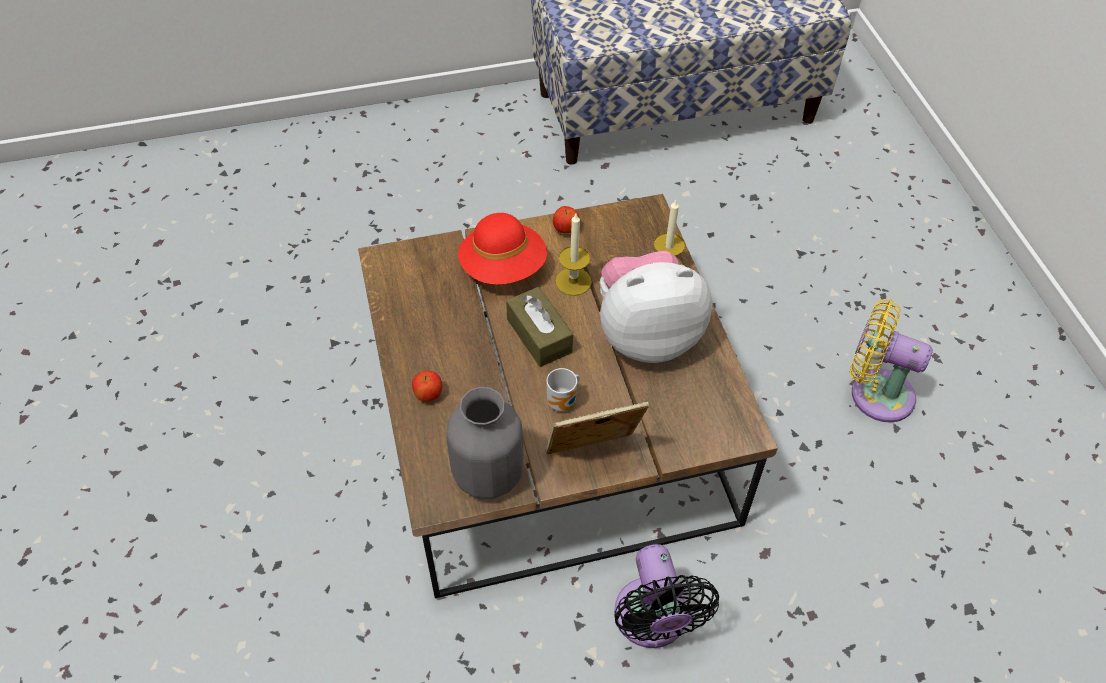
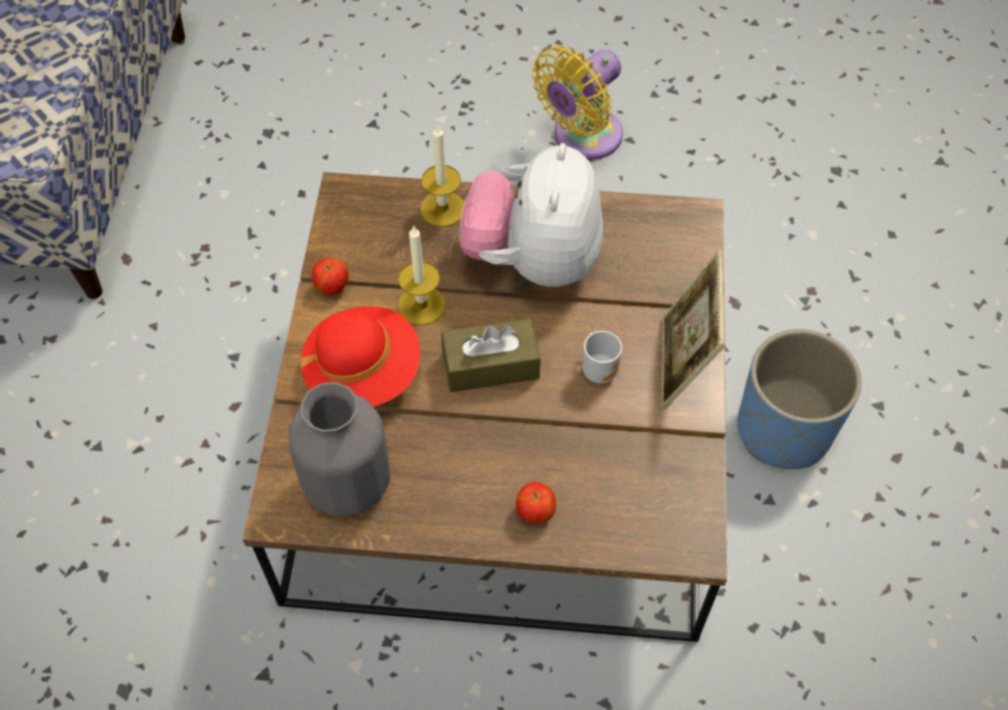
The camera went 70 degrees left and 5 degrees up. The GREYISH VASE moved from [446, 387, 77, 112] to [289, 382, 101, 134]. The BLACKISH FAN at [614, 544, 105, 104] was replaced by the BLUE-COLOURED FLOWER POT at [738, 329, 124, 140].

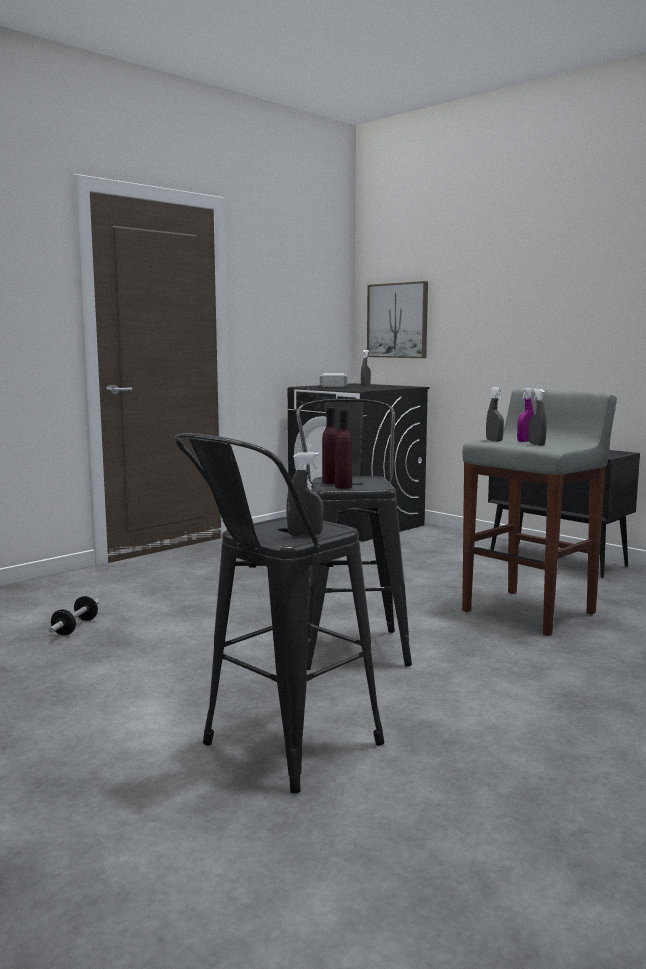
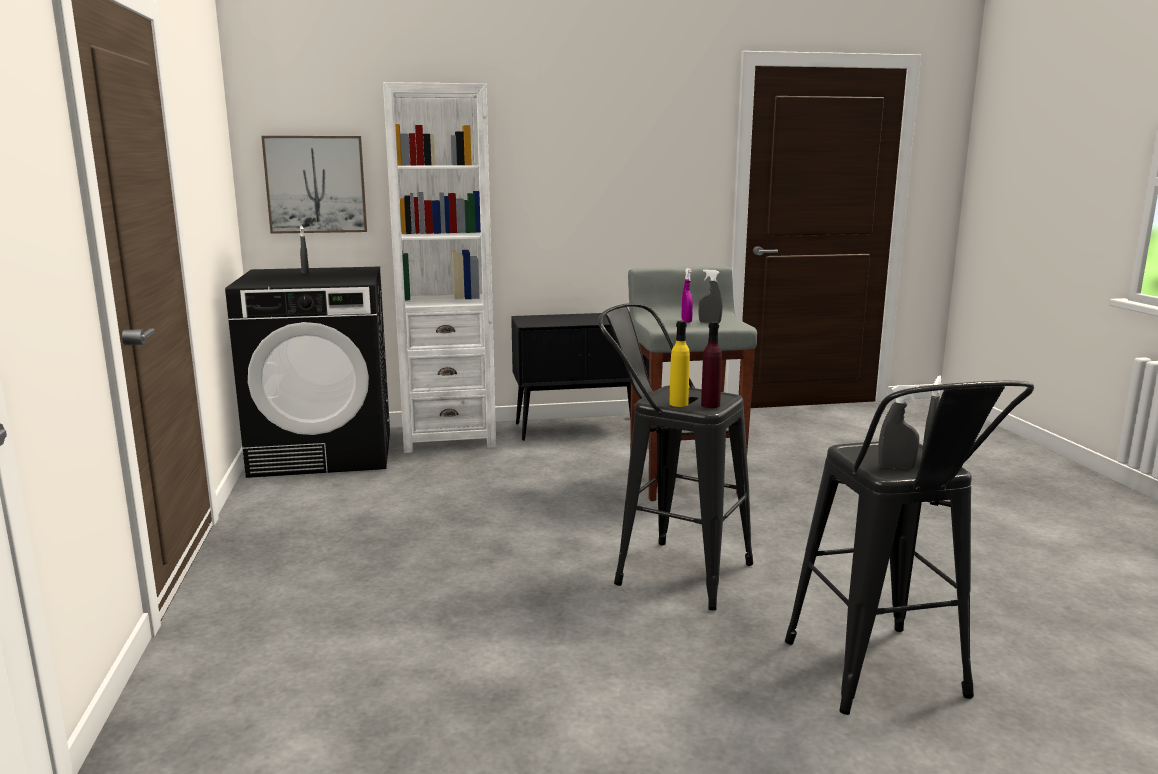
The camera went 55 degrees left and 5 degrees up. The FREE WEIGHT at [48, 596, 51, 39] disappeared. The TOOL HAMMER at [320, 373, 28, 14] disappeared. The WHITISH BOOKSHELF at [383, 82, 113, 371] appeared. The GREYISH SPRAYER moved from [486, 387, 18, 55] to [878, 385, 42, 85]. The PURPLISH BEVERAGE BOTTLE at [322, 408, 16, 76] became the YELLOW BEVERAGE BOTTLE at [669, 321, 21, 86].

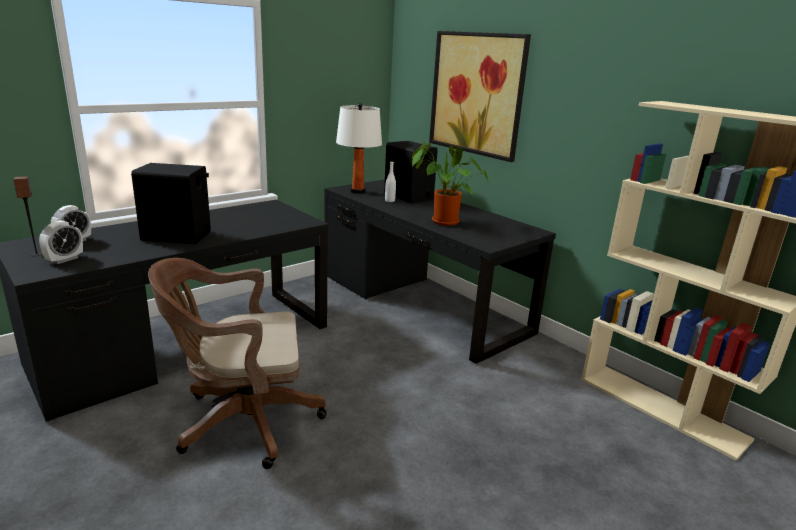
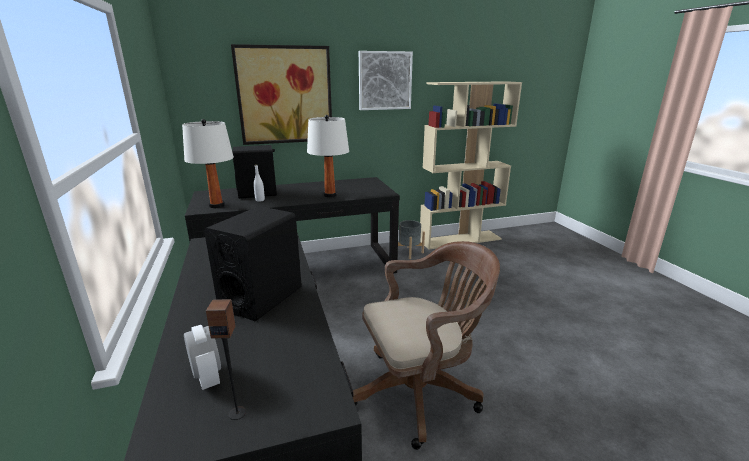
The camera went 65 degrees left and 0 degrees up. The BEDSIDE CLOCK at [39, 220, 44, 44] disappeared. The WALL PICTURE at [359, 51, 54, 59] appeared. The GREYISH FLOWER POT at [398, 220, 27, 39] appeared. The HOUSEPLANT at [412, 142, 76, 84] was replaced by the WHITISH TABLETOP LAMP at [307, 115, 42, 82]. The BROWN-COLOURED OFFICE CHAIR at [148, 258, 179, 211] turned 120 degrees counterclockwise.

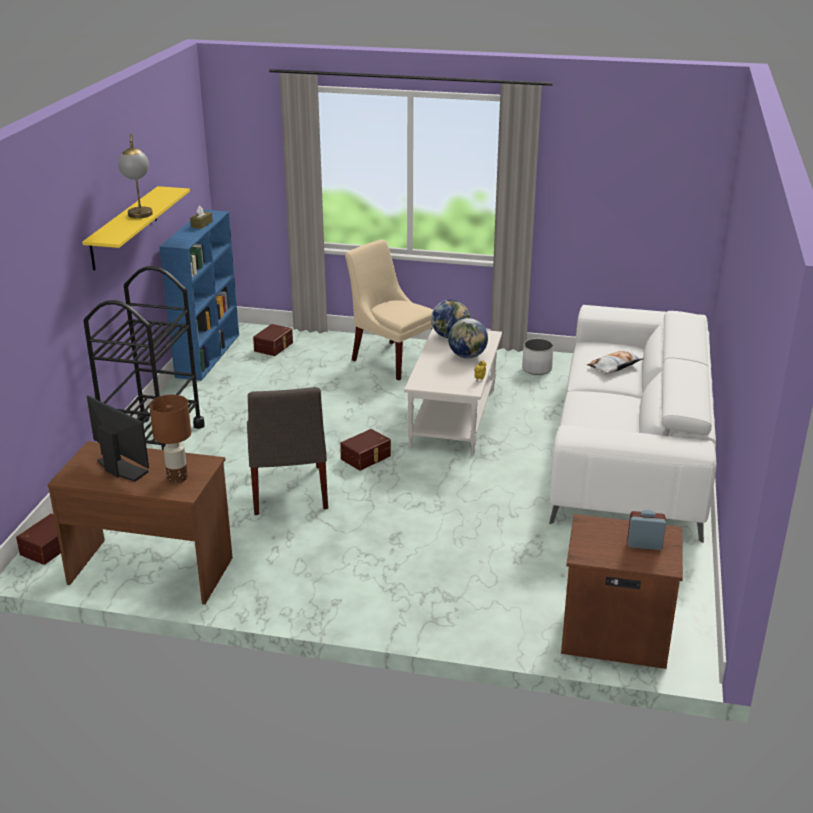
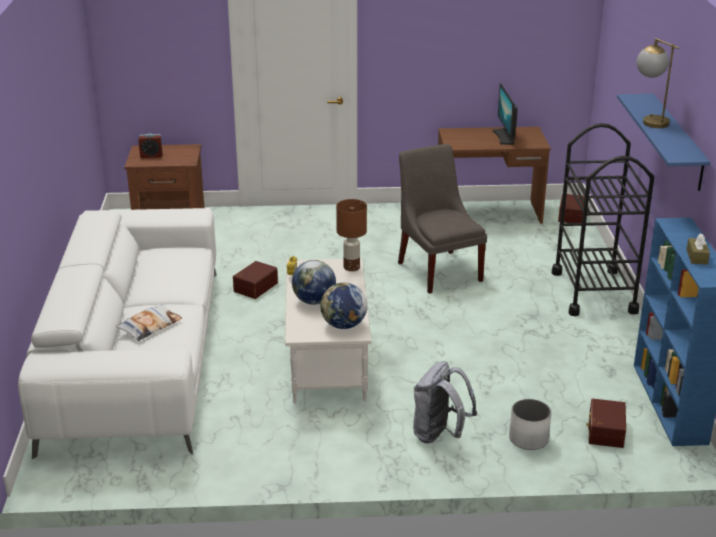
The camera went 165 degrees right and 0 degrees up. The BROWN-COLOURED TABLETOP LAMP moved from [149, 395, 42, 88] to [336, 199, 31, 72]. The BROWN-COLOURED STORAGE BOX moved from [340, 429, 51, 42] to [233, 261, 45, 38]. The WHITISH FLOWER POT moved from [522, 339, 31, 36] to [509, 399, 42, 51]. The BEIGE PLAIN CHAIR at [345, 239, 88, 141] was replaced by the GREYISH KNAPSACK at [413, 361, 64, 82]. The YELLOW BRACKET SHELF at [82, 186, 108, 84] became the BLUE-COLOURED BRACKET SHELF at [617, 94, 93, 97]. The COMPUTER SCREEN at [87, 395, 62, 87] turned 60 degrees clockwise.

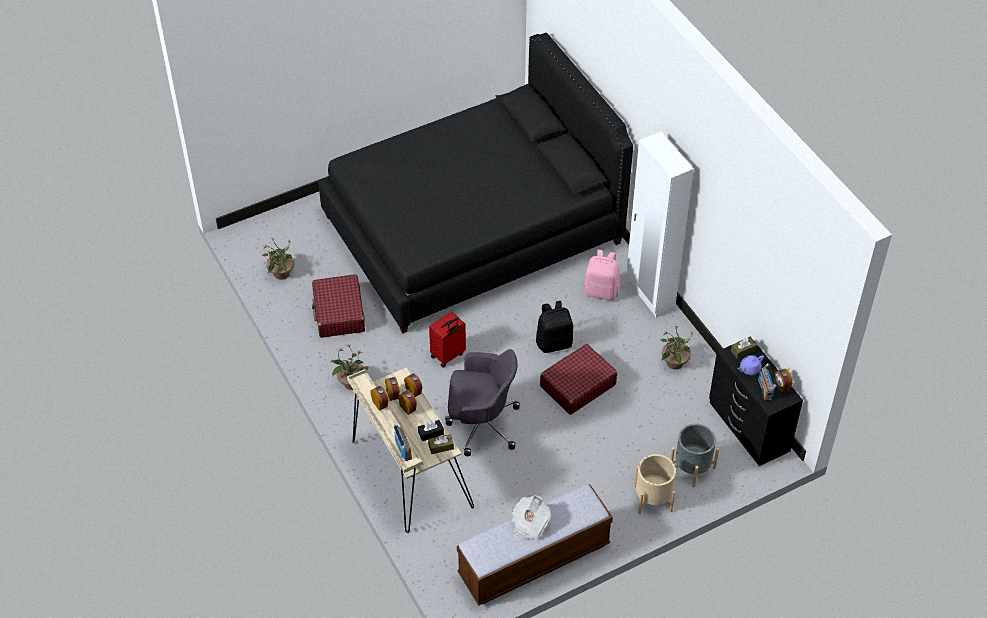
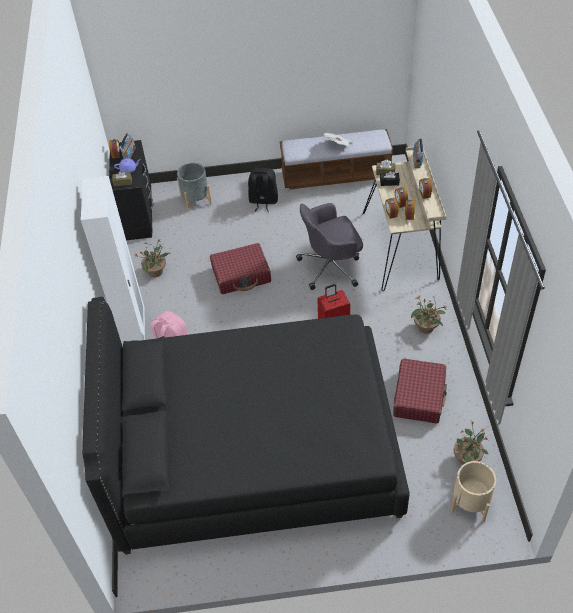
The camera went 155 degrees left and 0 degrees up. The BLACKISH KNAPSACK moved from [536, 301, 37, 52] to [248, 168, 30, 44]. The BEIGE FLOWER POT moved from [634, 454, 42, 60] to [451, 461, 45, 61]. The GREYISH OFFICE CHAIR at [445, 349, 75, 107] turned 45 degrees counterclockwise.

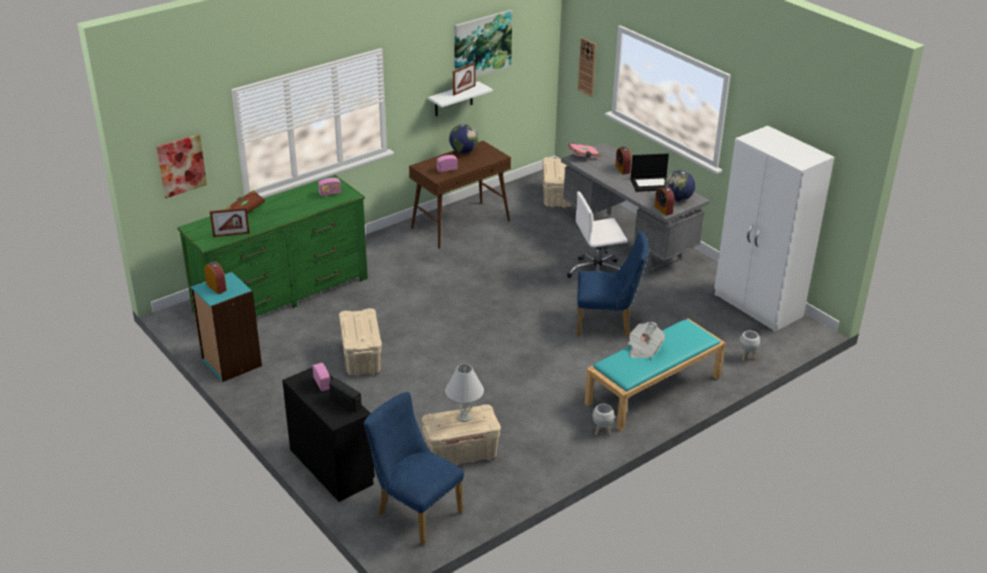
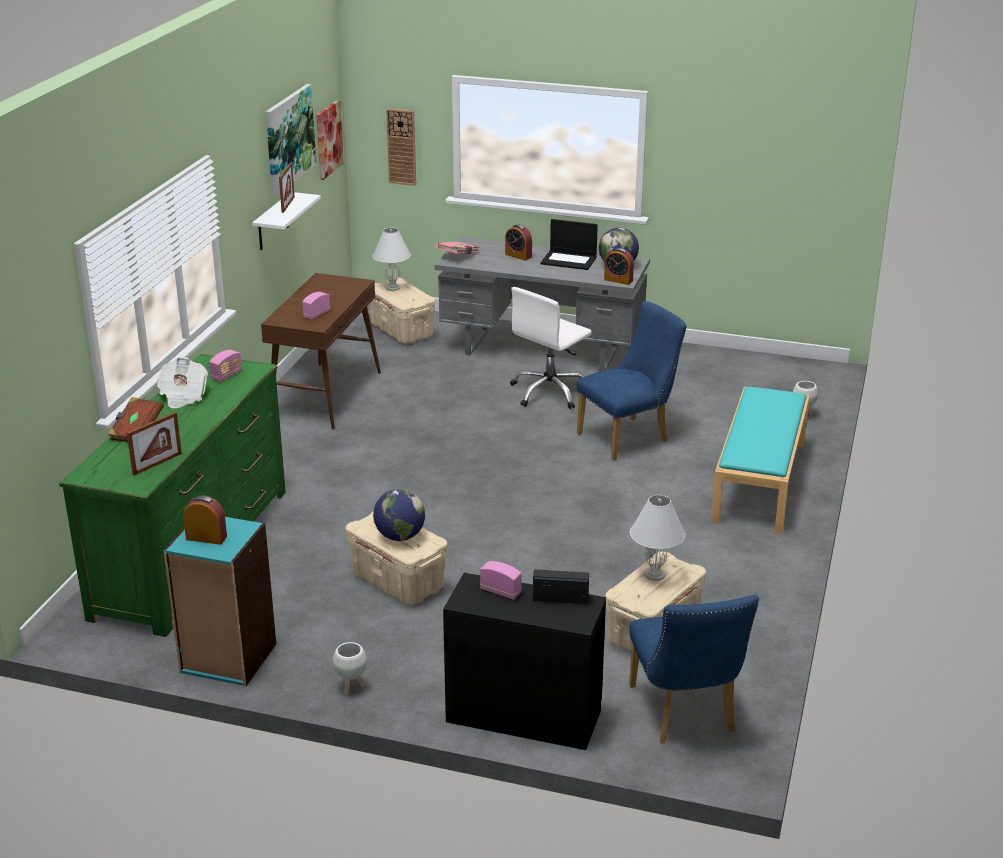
The camera went 35 degrees left and 5 degrees down. The WHITISH WARDROBE at [714, 126, 120, 206] disappeared. The WHITISH TABLETOP LAMP at [373, 227, 38, 64] appeared. The WALL PICTURE moved from [156, 134, 51, 64] to [316, 100, 28, 80]. The DESK GLOBE moved from [449, 124, 29, 30] to [373, 489, 52, 52]. The WHITISH FLOWER POT moved from [592, 404, 22, 31] to [333, 642, 34, 53]. The NEWSPAPER moved from [628, 322, 37, 36] to [156, 357, 52, 52]. The BLUE-COLOURED PLAIN CHAIR at [364, 392, 100, 153] turned 105 degrees counterclockwise. The NOTEBOOK COMPUTER at [631, 153, 38, 39] turned 60 degrees clockwise.

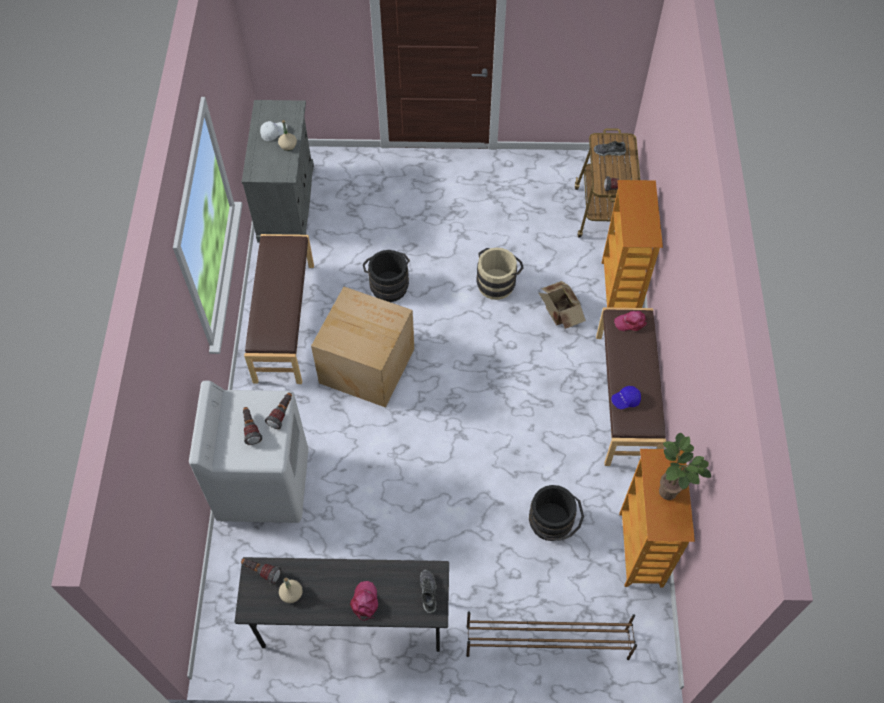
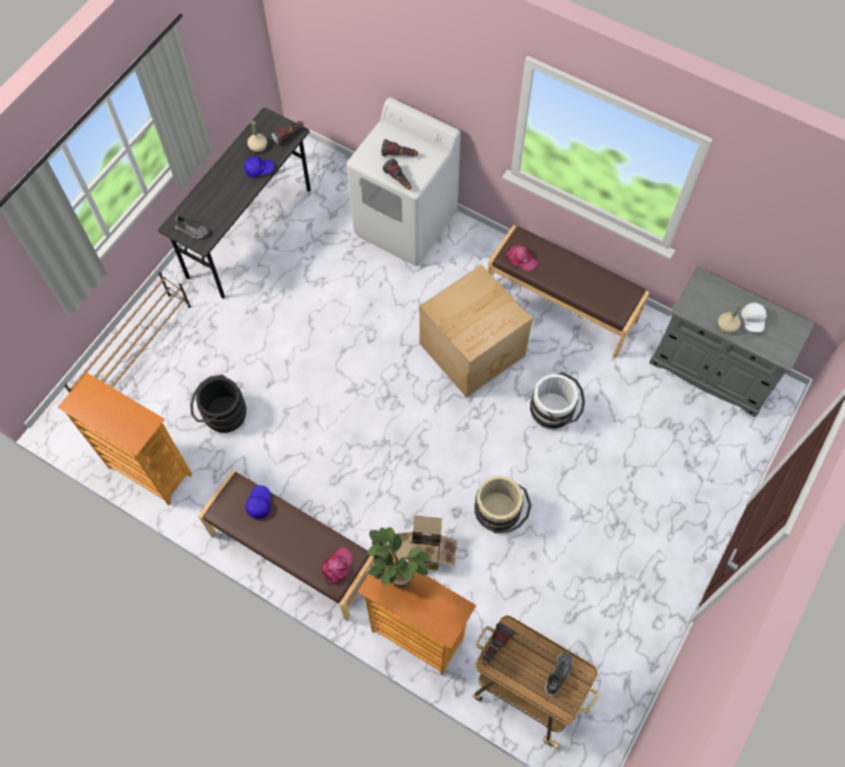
The camera went 120 degrees right and 5 degrees up. The BLUE-COLOURED PEAKED CAP at [244, 156, 30, 22] appeared. The PINK-COLOURED PEAKED CAP moved from [350, 581, 28, 40] to [505, 244, 33, 27]. The HOUSEPLANT moved from [659, 433, 52, 67] to [368, 527, 61, 62]. The BLACKISH PAIL at [363, 250, 47, 52] became the WHITISH PAIL at [530, 372, 55, 58].

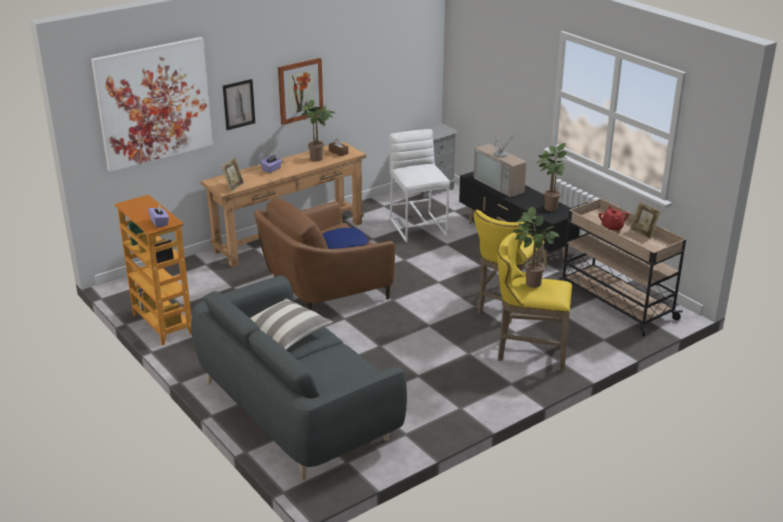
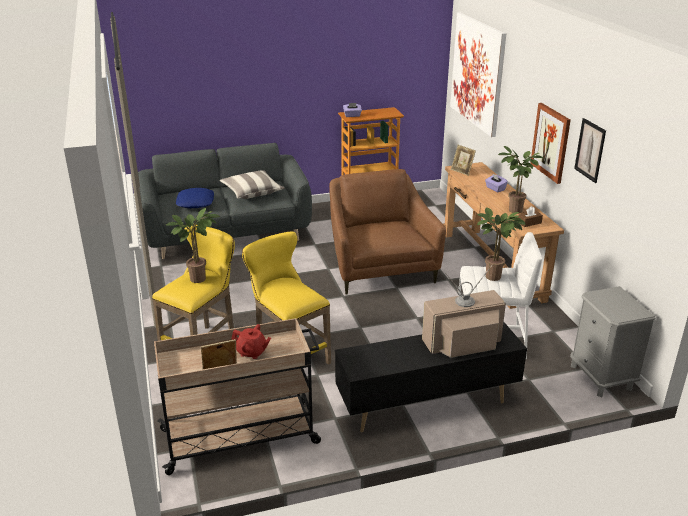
The camera went 110 degrees right and 0 degrees up. The WALL PICTURE moved from [223, 79, 32, 51] to [574, 118, 32, 65]. The BLUE-COLOURED PILLOW moved from [322, 228, 47, 21] to [176, 188, 38, 20]. The HOUSEPLANT moved from [536, 143, 34, 68] to [477, 207, 49, 74].

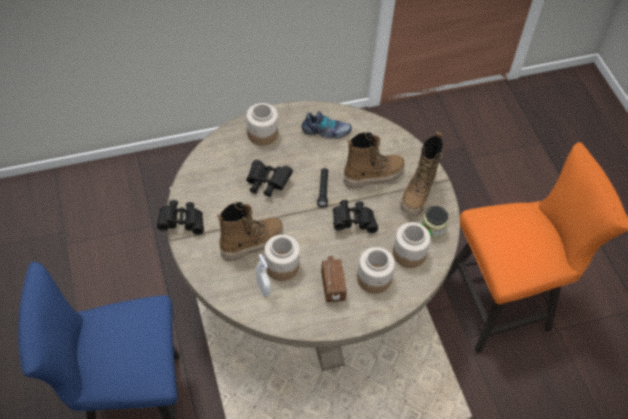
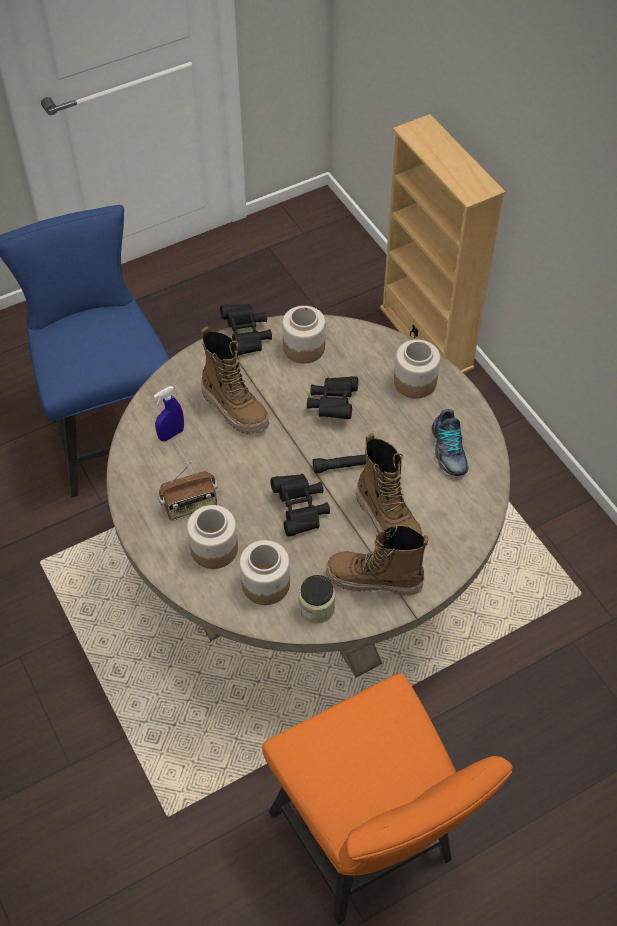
The camera went 80 degrees right and 0 degrees up. The BEIGE BOOKSHELF at [380, 114, 126, 259] appeared. The STORAGE JAR moved from [264, 234, 36, 47] to [282, 306, 44, 57]. The WHITISH SPRAYER at [256, 254, 15, 43] became the BLUE-COLOURED SPRAYER at [154, 386, 30, 56].

